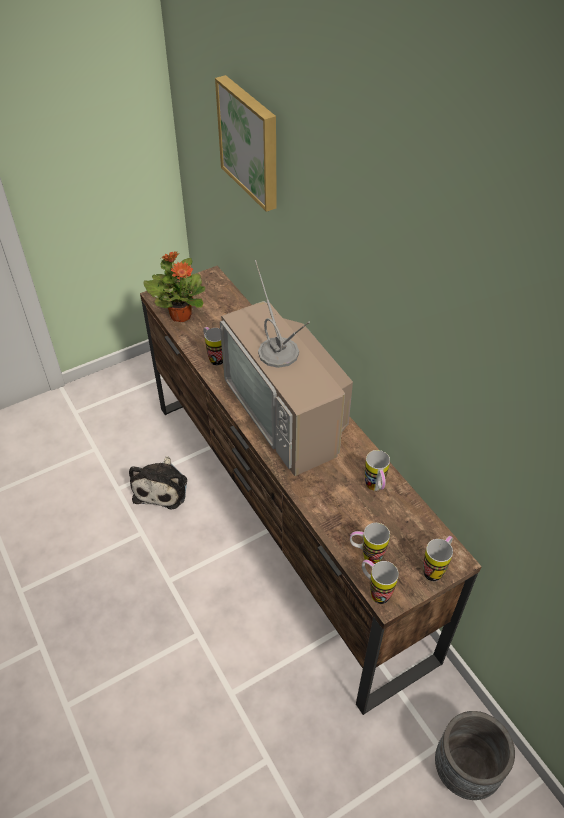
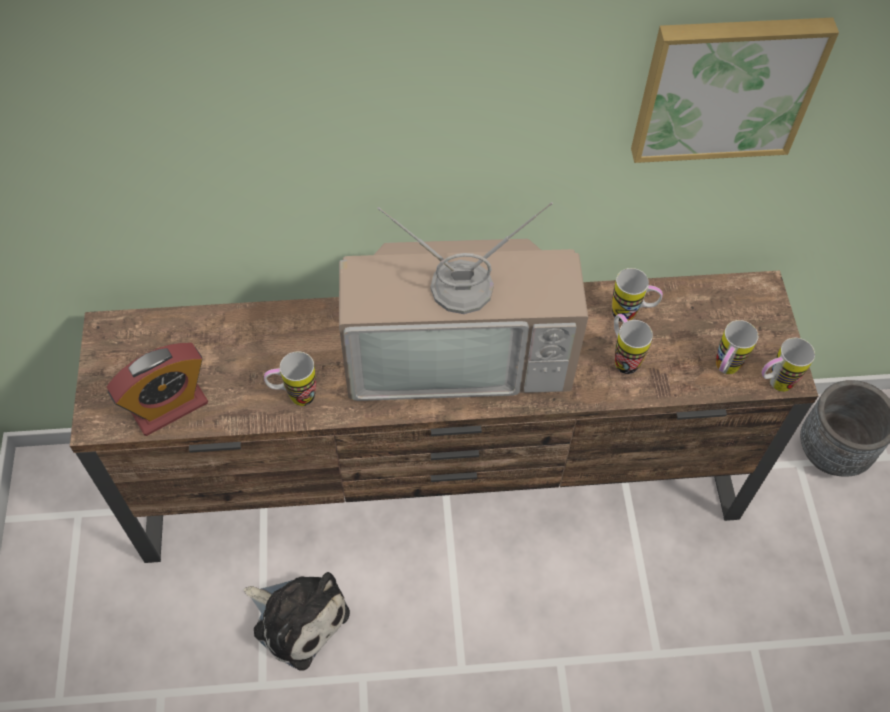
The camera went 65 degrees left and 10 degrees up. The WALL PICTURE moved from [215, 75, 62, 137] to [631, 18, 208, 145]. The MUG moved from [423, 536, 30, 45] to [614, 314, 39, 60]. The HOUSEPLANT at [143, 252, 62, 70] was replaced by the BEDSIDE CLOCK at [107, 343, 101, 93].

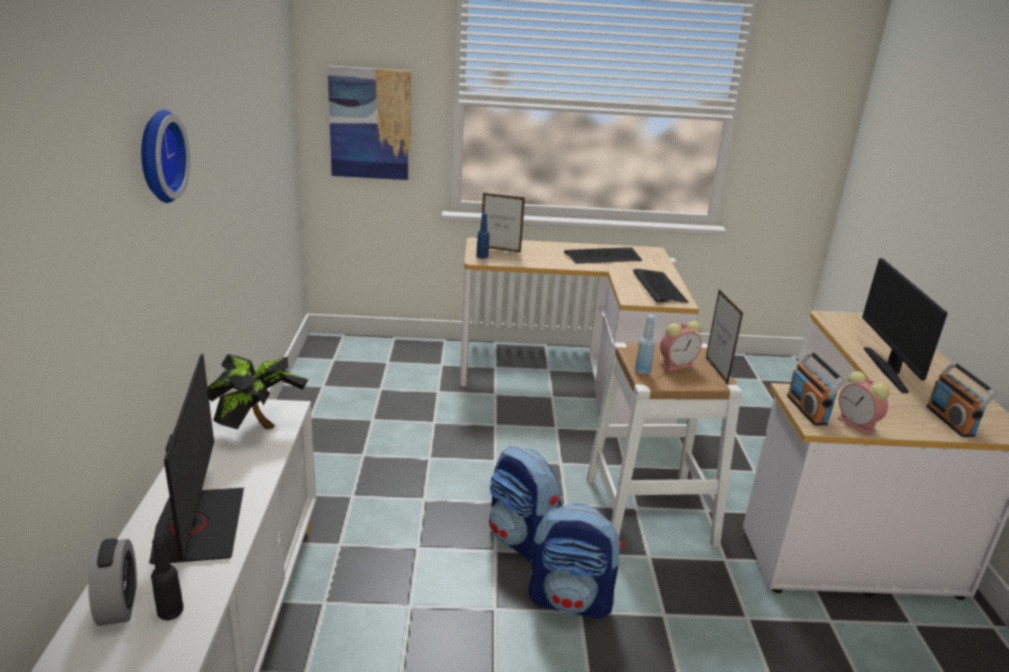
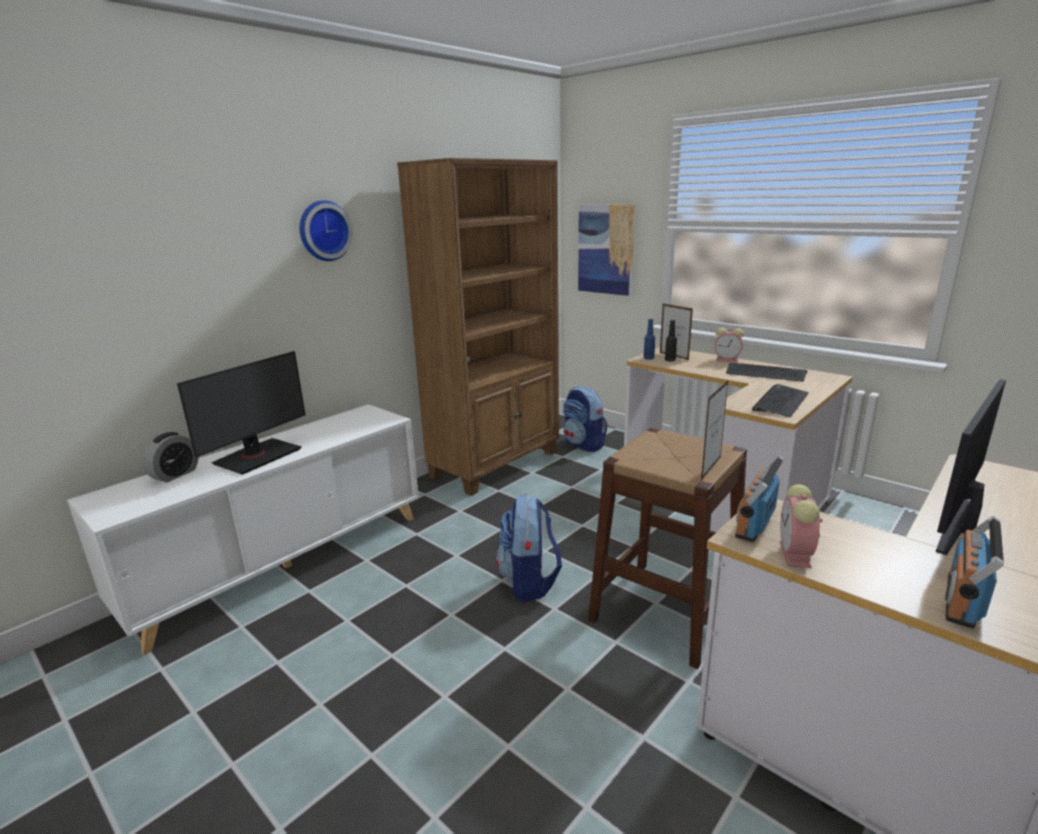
The camera went 45 degrees right and 5 degrees down. The HOUSEPLANT at [207, 354, 101, 76] disappeared. The BLUE-COLOURED BEVERAGE BOTTLE at [635, 315, 20, 59] disappeared. The BROWN-COLOURED BOOKSHELF at [397, 158, 162, 338] appeared. The BLACKISH BEVERAGE BOTTLE moved from [151, 537, 33, 83] to [665, 320, 12, 42]. The KNAPSACK moved from [528, 504, 96, 115] to [563, 386, 45, 66]. The BEDSIDE CLOCK moved from [660, 321, 42, 50] to [714, 328, 30, 34]. The WHITISH STOOL at [586, 343, 156, 204] became the BROWN-COLOURED STOOL at [588, 428, 159, 241].

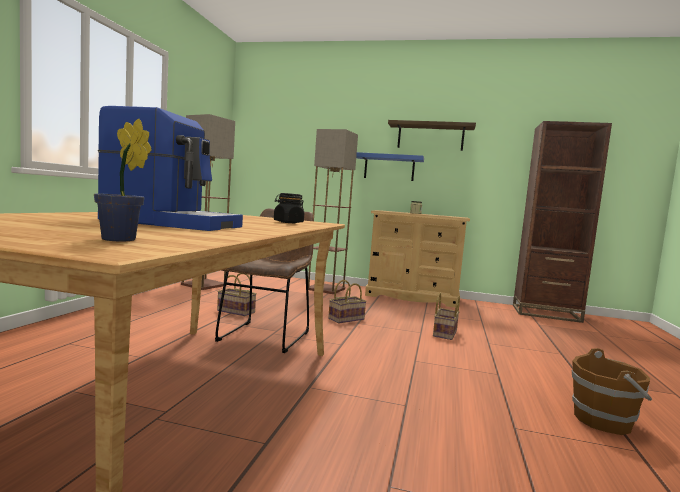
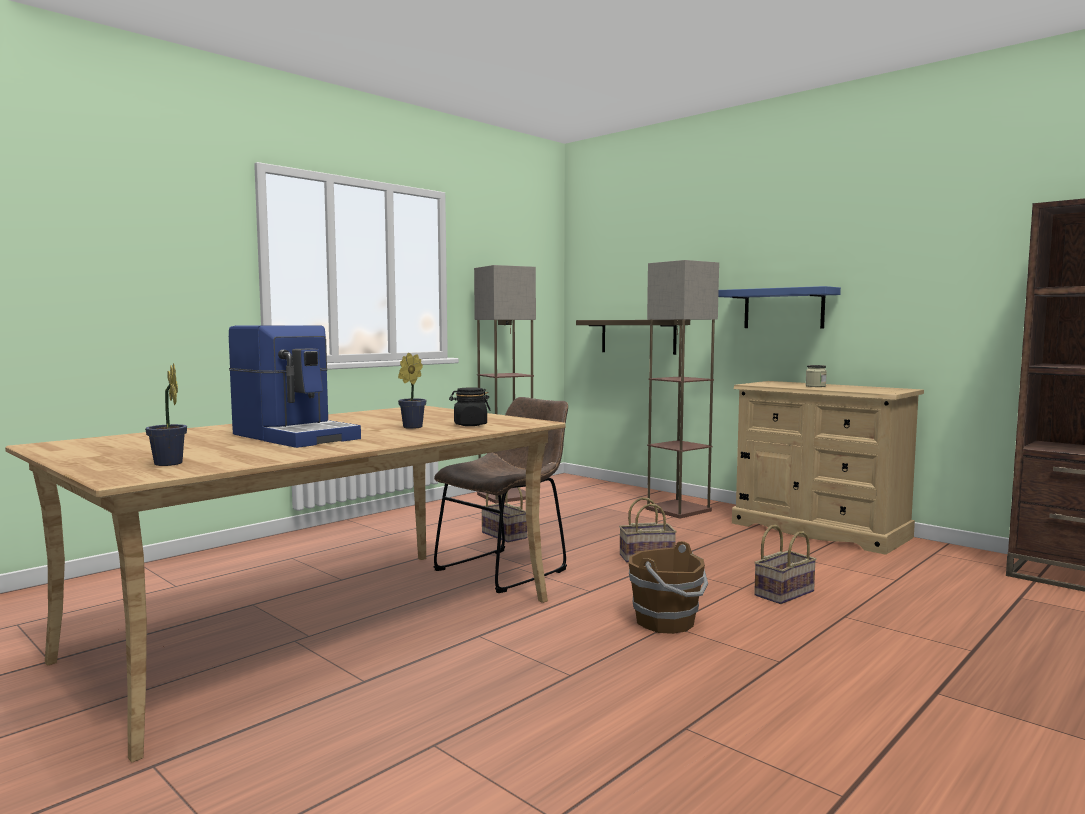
The camera went 30 degrees right and 0 degrees up. The HOUSEPLANT at [398, 353, 28, 76] appeared. The BRACKET SHELF moved from [388, 120, 88, 31] to [576, 320, 101, 35]. The BROWN-COLOURED PAIL moved from [572, 348, 80, 87] to [629, 541, 79, 93].

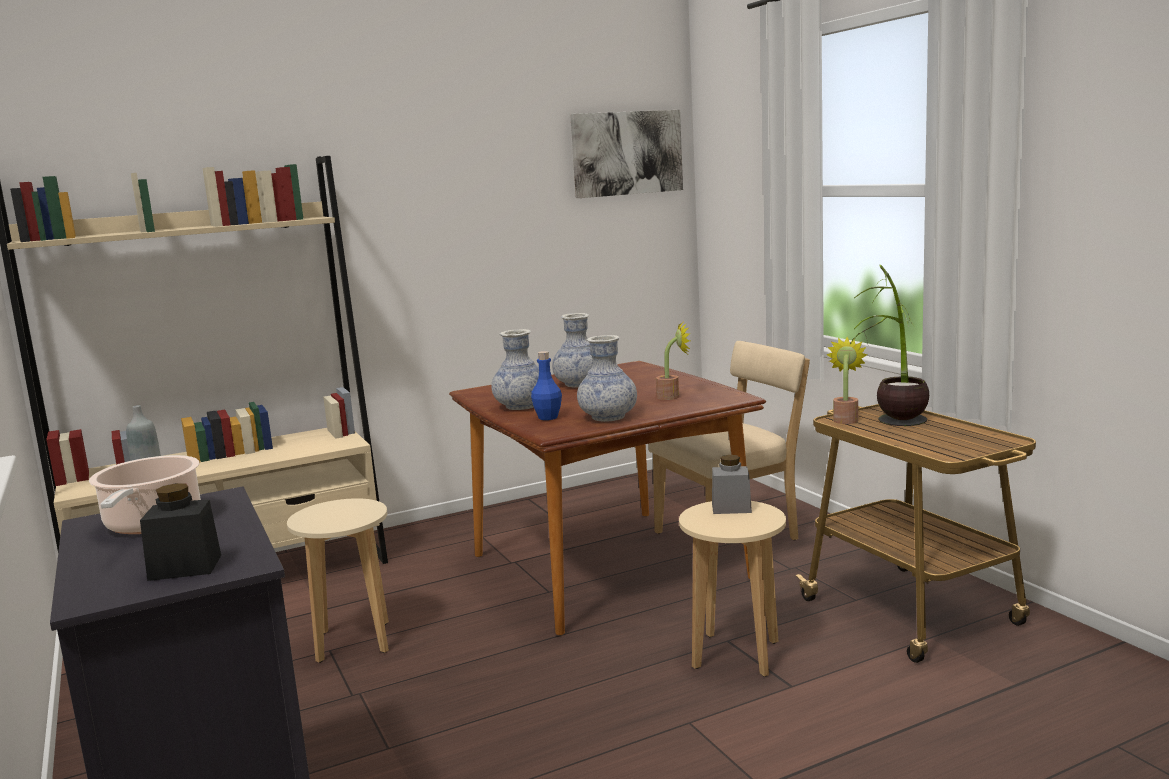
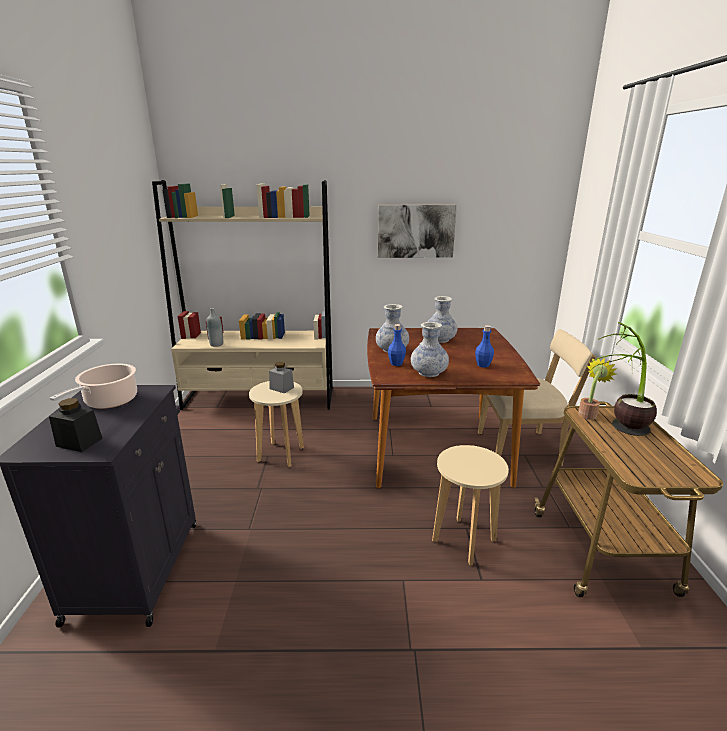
The camera went 25 degrees right and 10 degrees up. The WALL PICTURE moved from [570, 110, 113, 88] to [378, 205, 79, 53]. The GREYISH STORAGE JAR moved from [712, 455, 40, 59] to [269, 362, 25, 32]. The HOUSEPLANT at [656, 321, 34, 79] was replaced by the BLUE-COLOURED BEVERAGE BOTTLE at [475, 325, 19, 42].

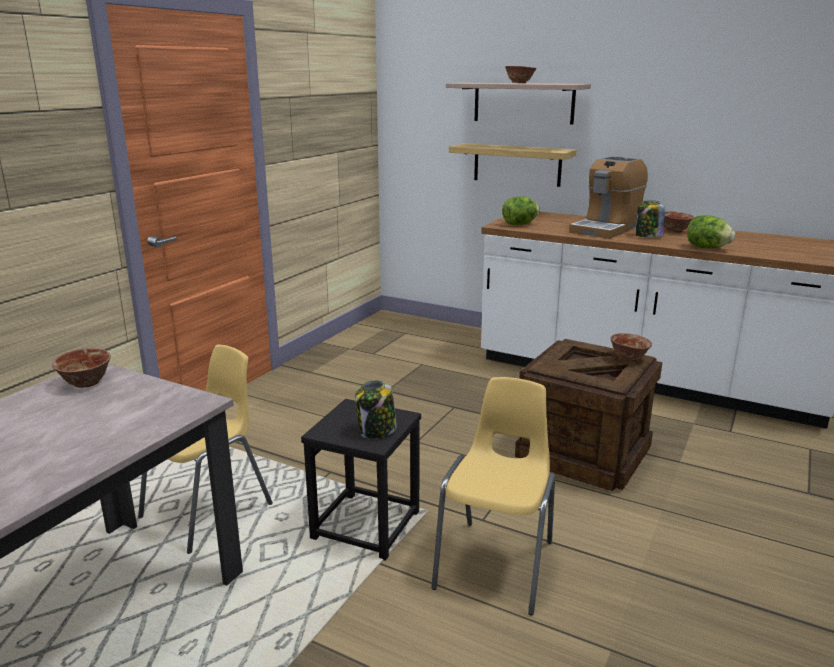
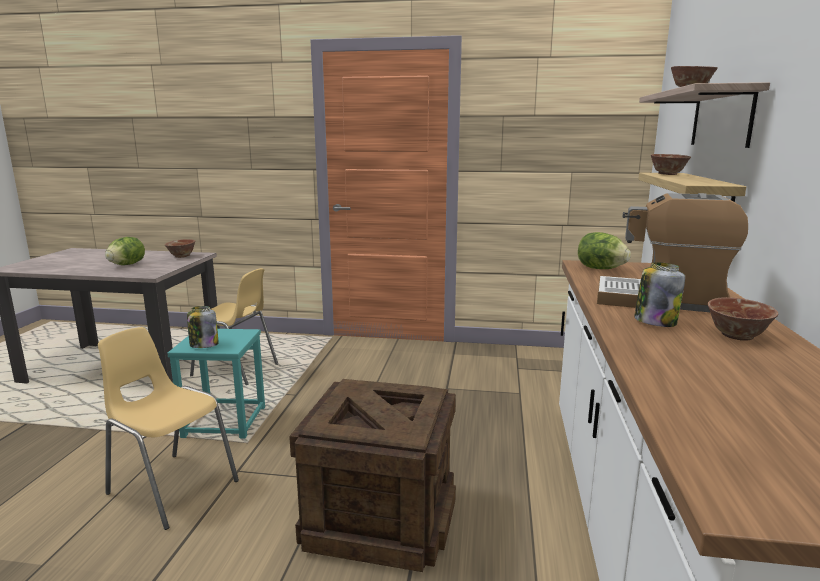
The camera went 70 degrees right and 5 degrees down. The SERVING BOWL moved from [611, 333, 41, 29] to [651, 154, 40, 21]. The LETTUCE moved from [687, 215, 48, 33] to [105, 237, 40, 28]. The BLACKISH STOOL at [301, 399, 120, 162] became the TURQUOISE STOOL at [167, 329, 98, 109]. The YELLOW PLAIN CHAIR at [431, 377, 124, 238] turned 150 degrees counterclockwise.

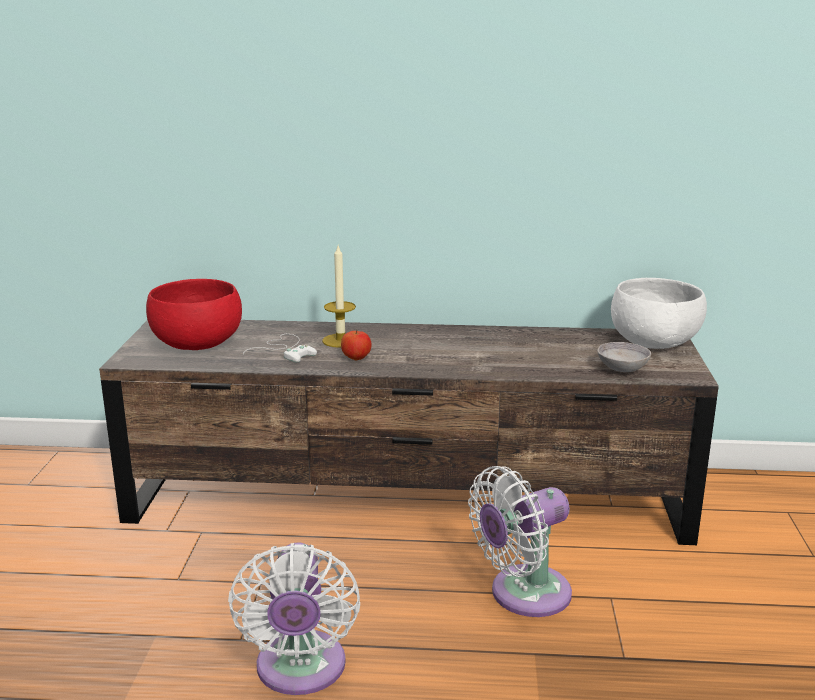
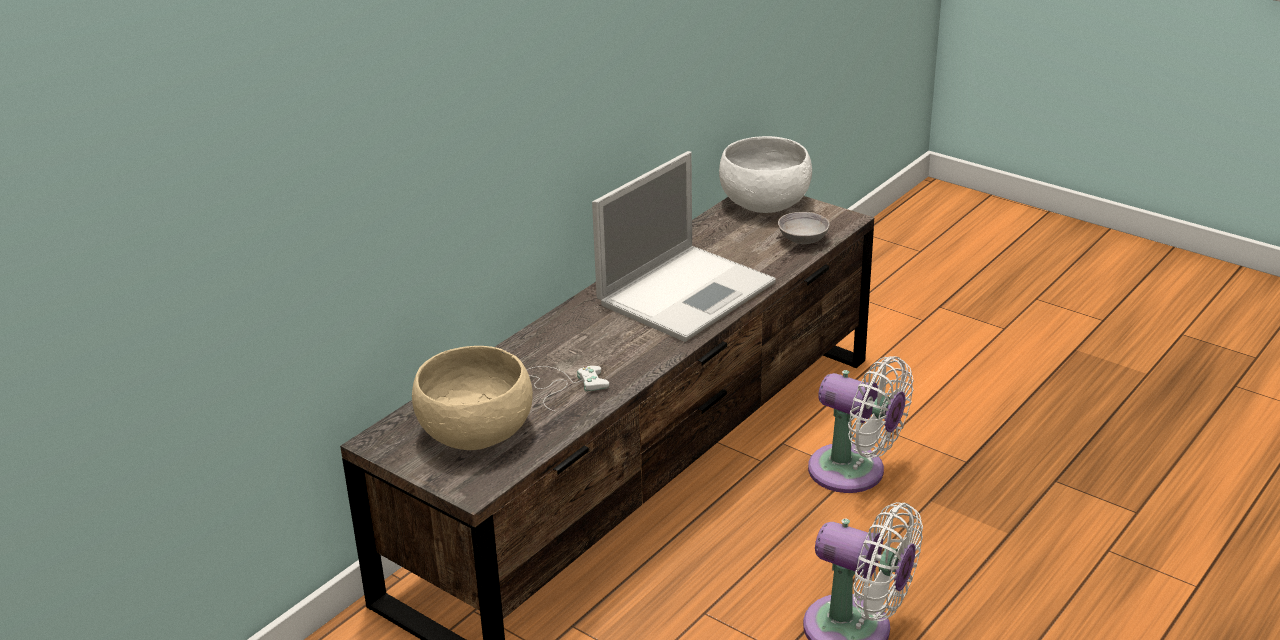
The camera went 55 degrees left and 10 degrees up. The CANDLE at [322, 246, 34, 102] disappeared. The WHOLE APPLE at [341, 330, 30, 31] disappeared. The NOTEBOOK COMPUTER at [592, 151, 184, 191] appeared. The REDDISH SERVING BOWL at [146, 279, 96, 71] became the BEIGE SERVING BOWL at [412, 346, 121, 104]. The WHITISH FAN at [468, 466, 104, 151] turned 60 degrees counterclockwise.

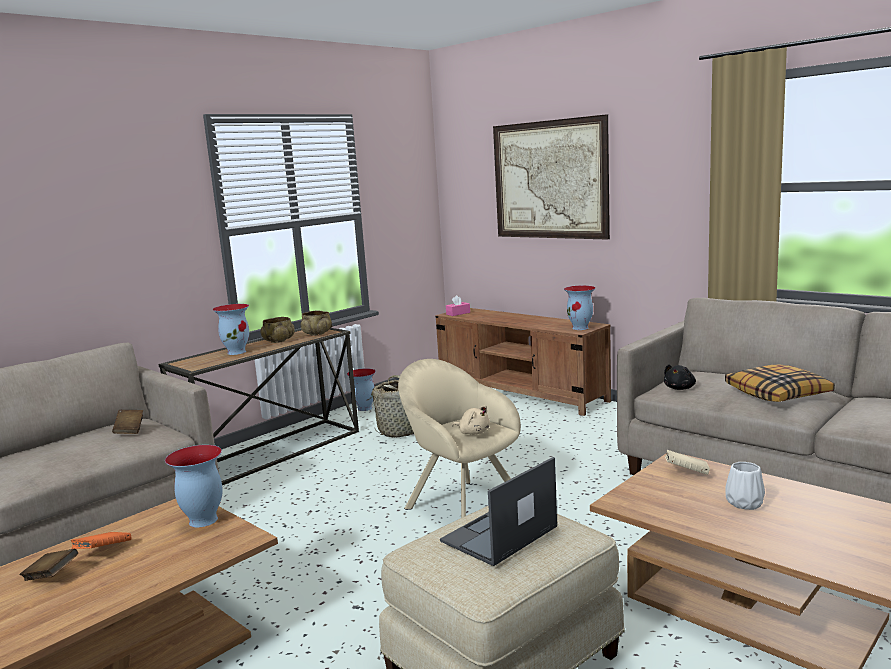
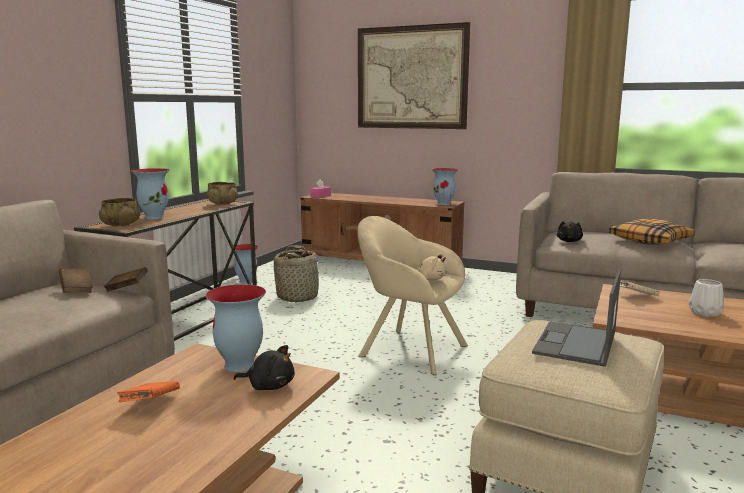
The camera went 20 degrees left and 0 degrees up. The BLACKISH SOFT TOY at [234, 345, 61, 45] appeared. The BROWN-COLOURED BOOK moved from [20, 549, 58, 32] to [104, 267, 44, 25]. The BEIGE SERVING BOWL moved from [260, 317, 35, 26] to [99, 198, 41, 29].

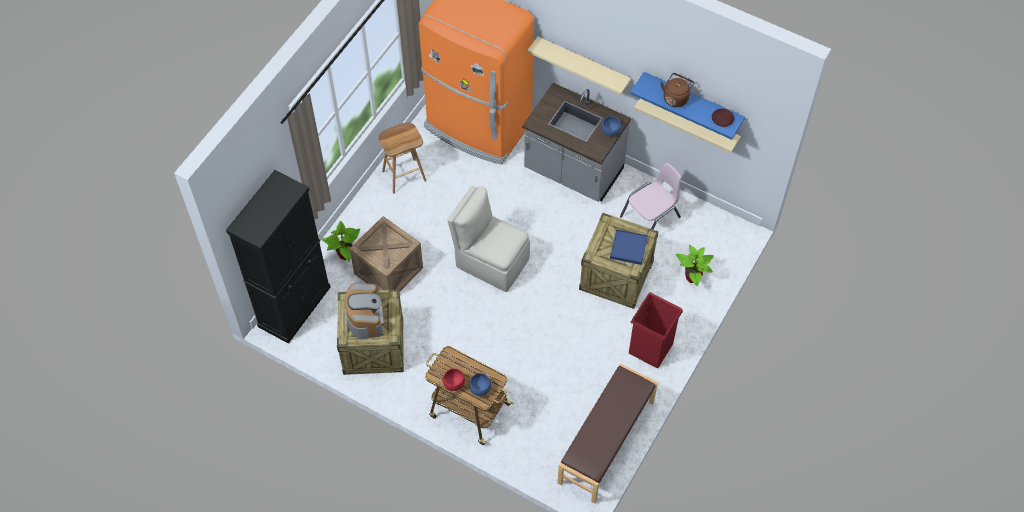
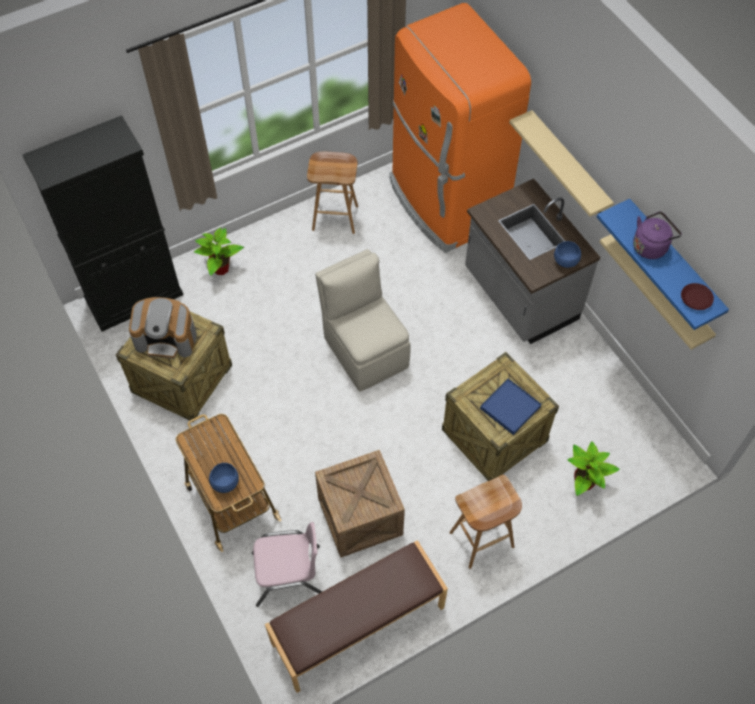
The camera went 30 degrees right and 0 degrees up. The REDDISH SERVING BOWL at [443, 369, 22, 22] disappeared. The CRATE moved from [350, 216, 73, 75] to [315, 450, 90, 108]. The PINK-COLOURED PLAIN CHAIR moved from [620, 163, 61, 66] to [252, 522, 71, 85]. The REDDISH TRASH CAN at [629, 292, 54, 76] was replaced by the BROWN-COLOURED STOOL at [450, 475, 72, 94]. The BROWN-COLOURED TEA KETTLE at [660, 73, 35, 34] became the PURPLISH TEA KETTLE at [633, 211, 49, 48]. The COFFEE MAKER at [345, 283, 40, 56] turned 75 degrees clockwise.

